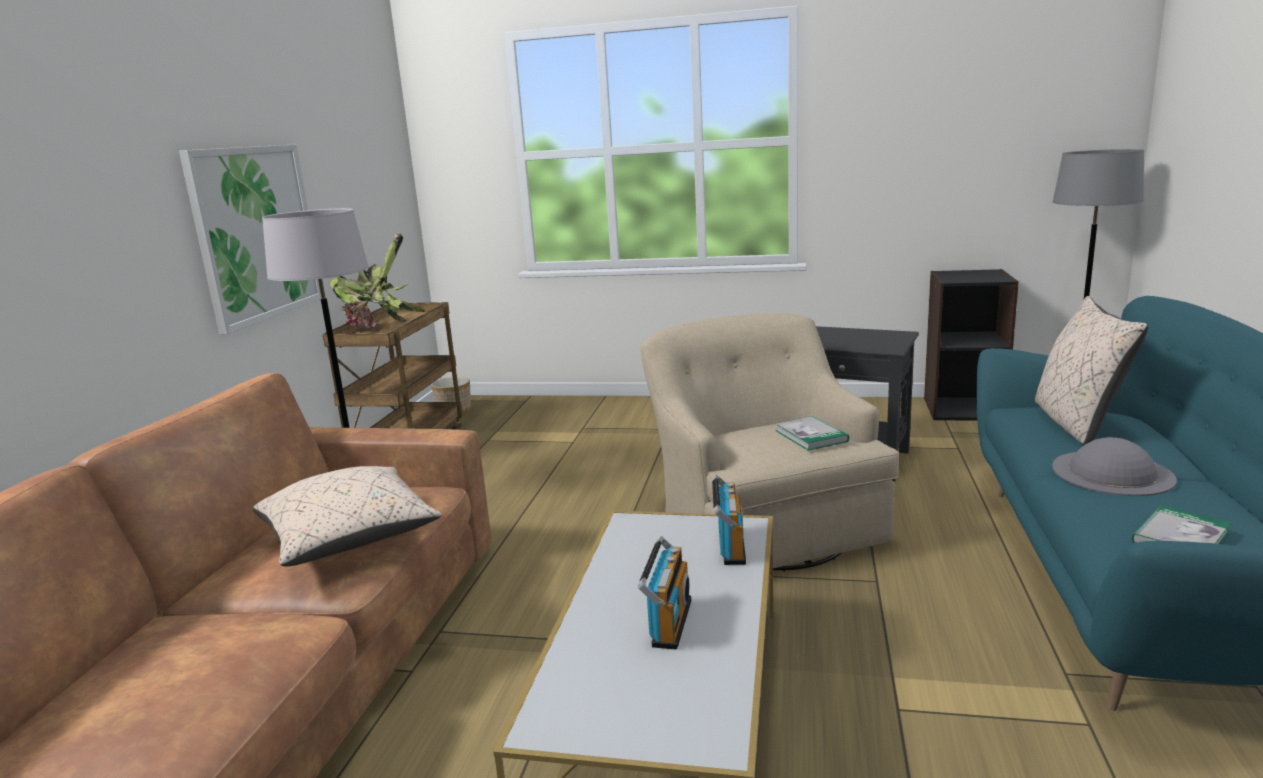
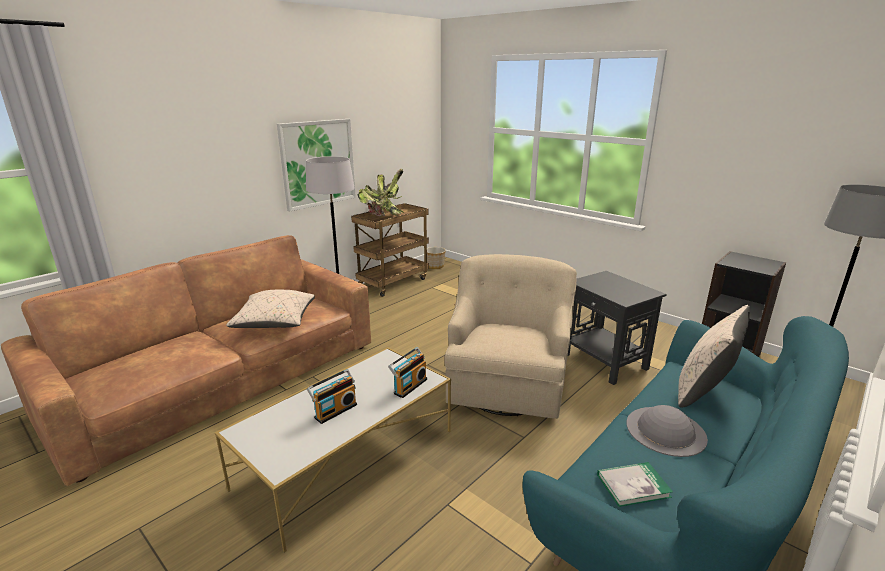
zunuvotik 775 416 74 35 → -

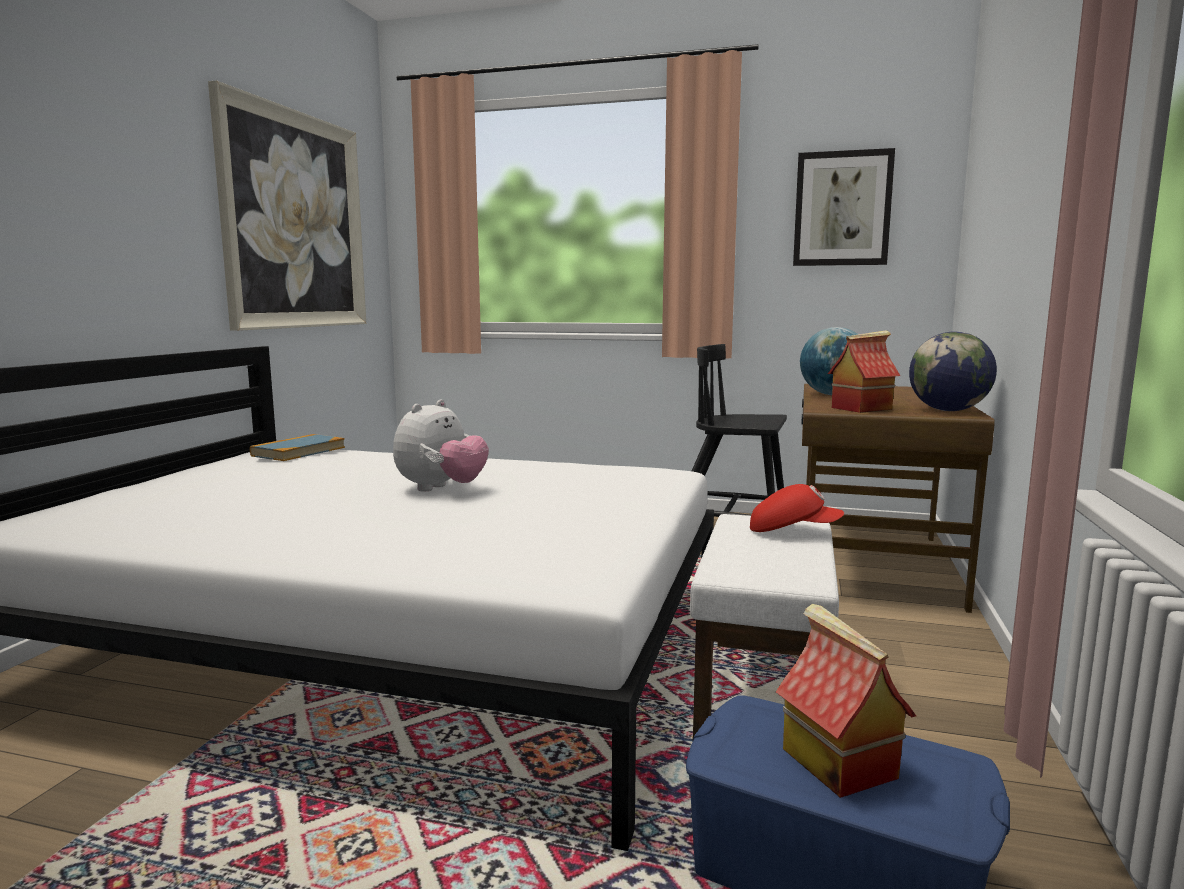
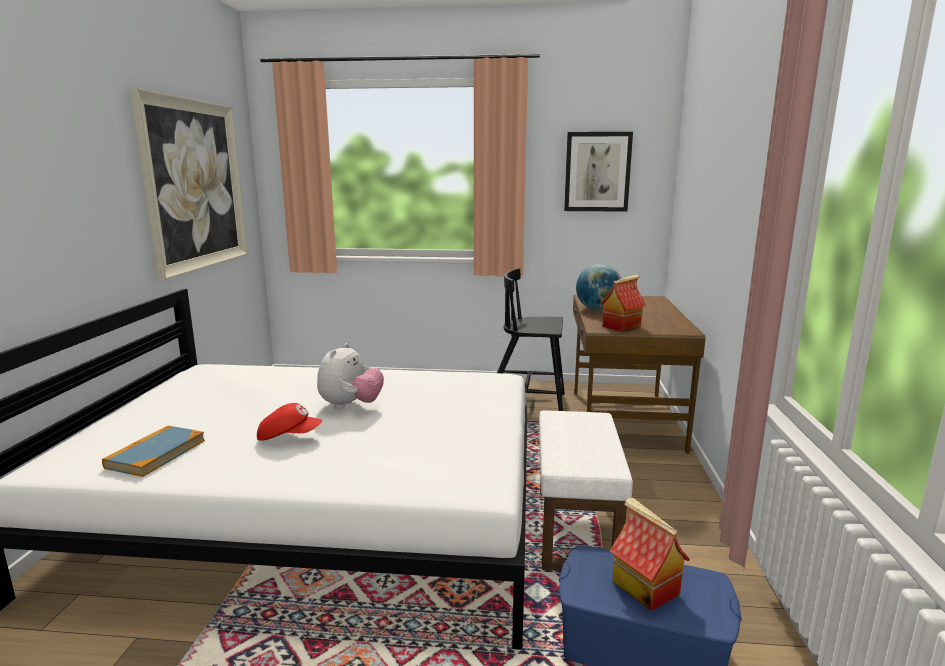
zunuvotik 250 434 95 27 → zunuvotik 102 426 103 51, move
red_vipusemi 750 484 94 48 → red_vipusemi 257 403 65 38, move
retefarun 909 331 88 80 → -

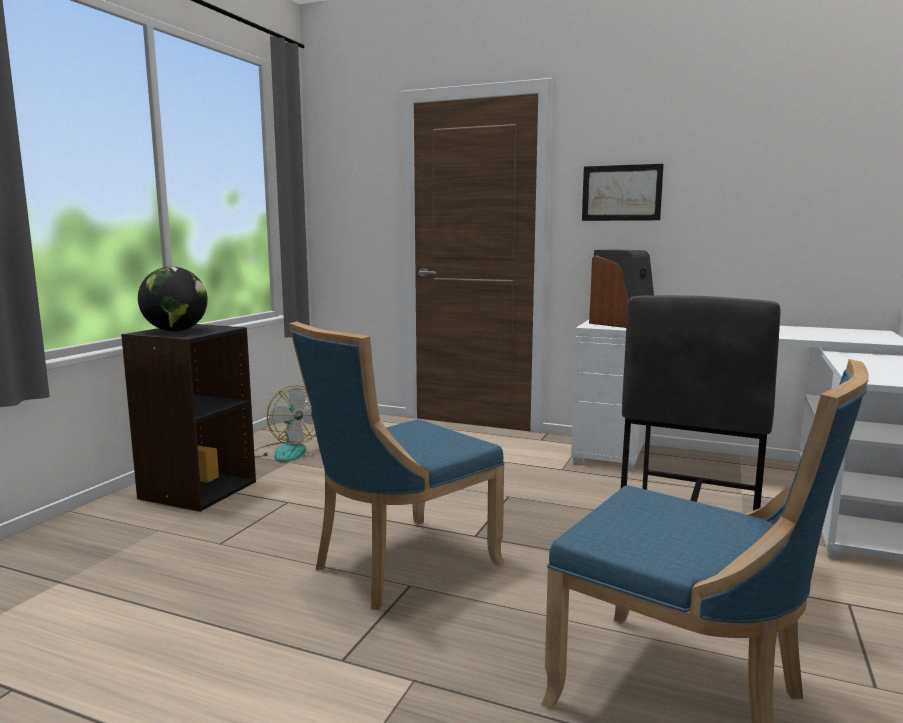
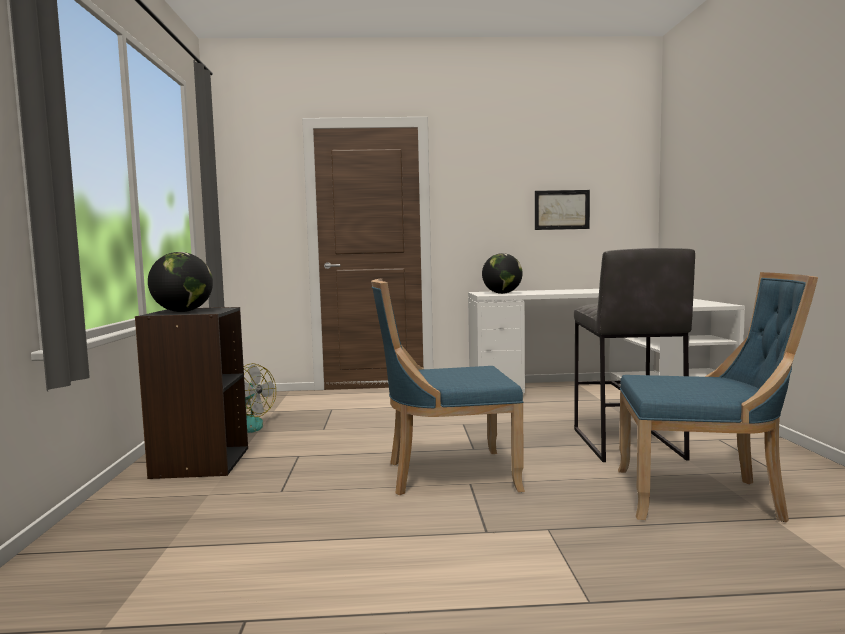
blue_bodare 289 322 216 288 → blue_bodare 371 278 154 217, 60 degrees clockwise
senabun 589 249 65 79 → retefarun 482 253 41 41
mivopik 582 164 82 57 → mivopik 535 190 55 40, move

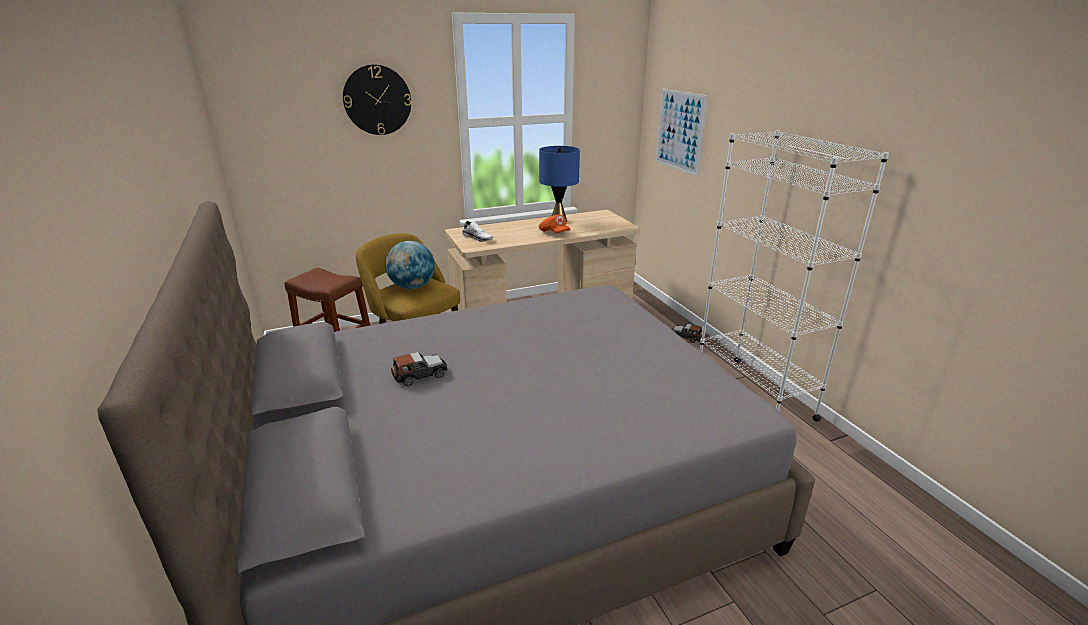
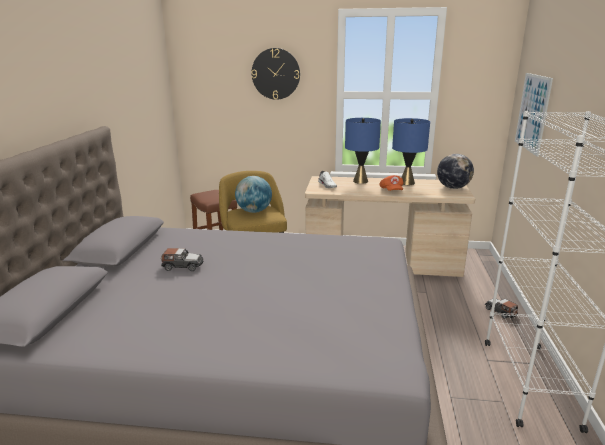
- → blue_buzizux 345 118 36 66
- → retefarun 437 154 37 35

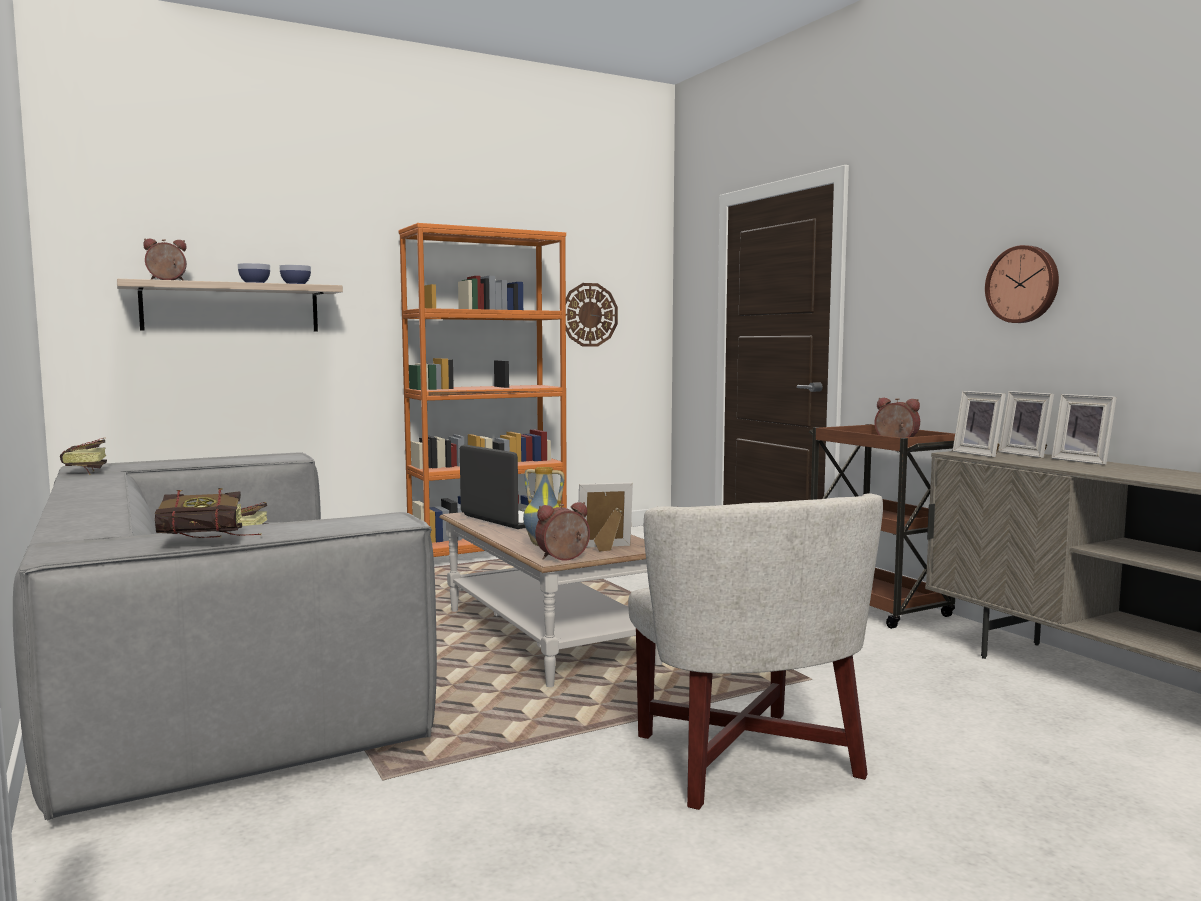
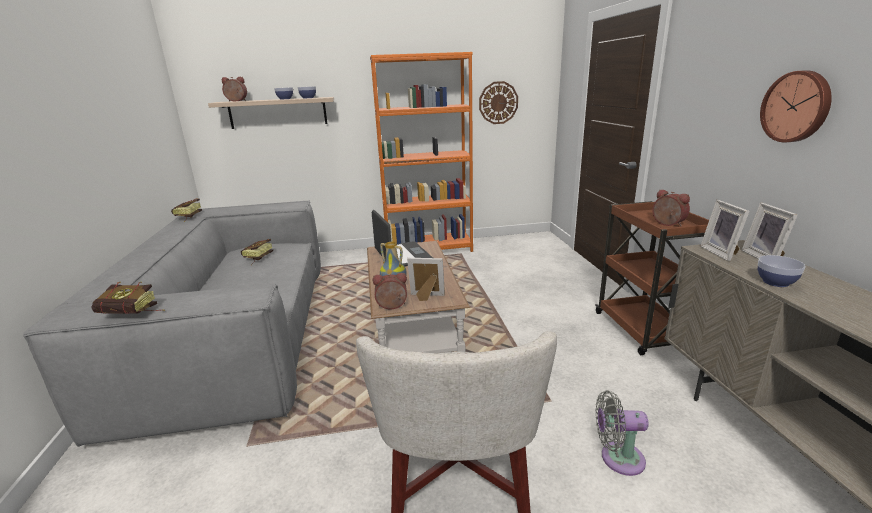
- → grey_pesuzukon 596 390 53 86
- → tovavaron 758 255 47 32
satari 1051 394 66 71 → -

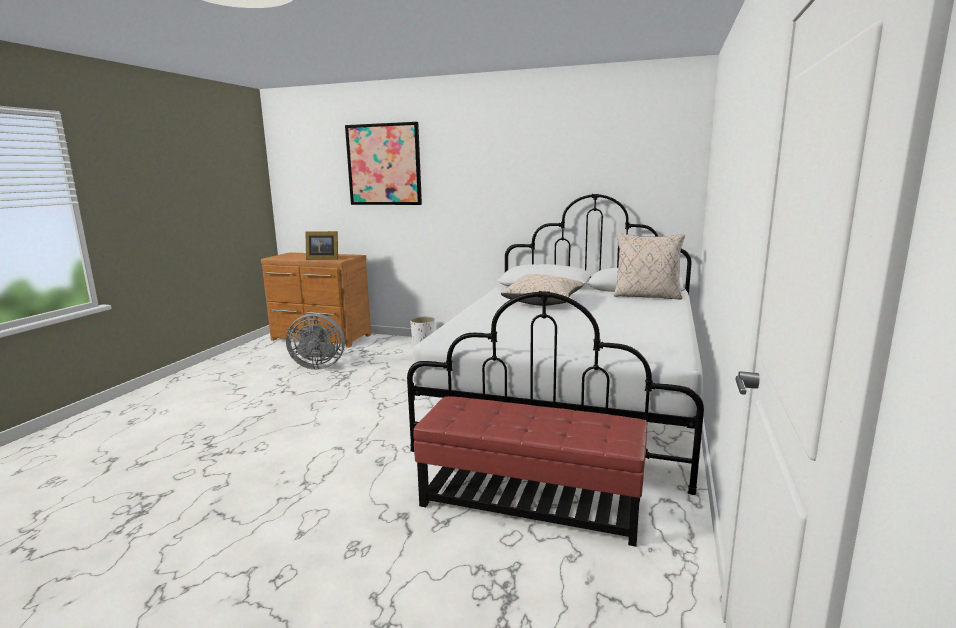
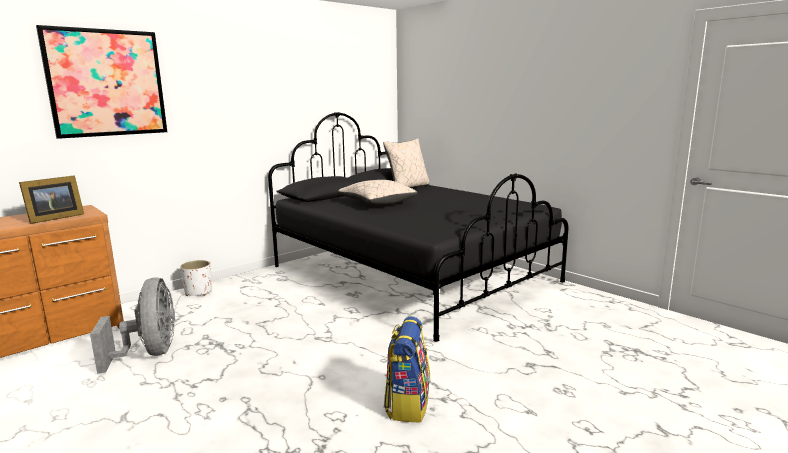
grey_pesuzukon 286 313 59 57 → grey_pesuzukon 90 278 85 96, 45 degrees counterclockwise
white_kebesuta 407 194 297 301 → black_kebesuta 268 112 301 230
- → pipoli 384 316 46 107
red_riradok 413 396 234 151 → -

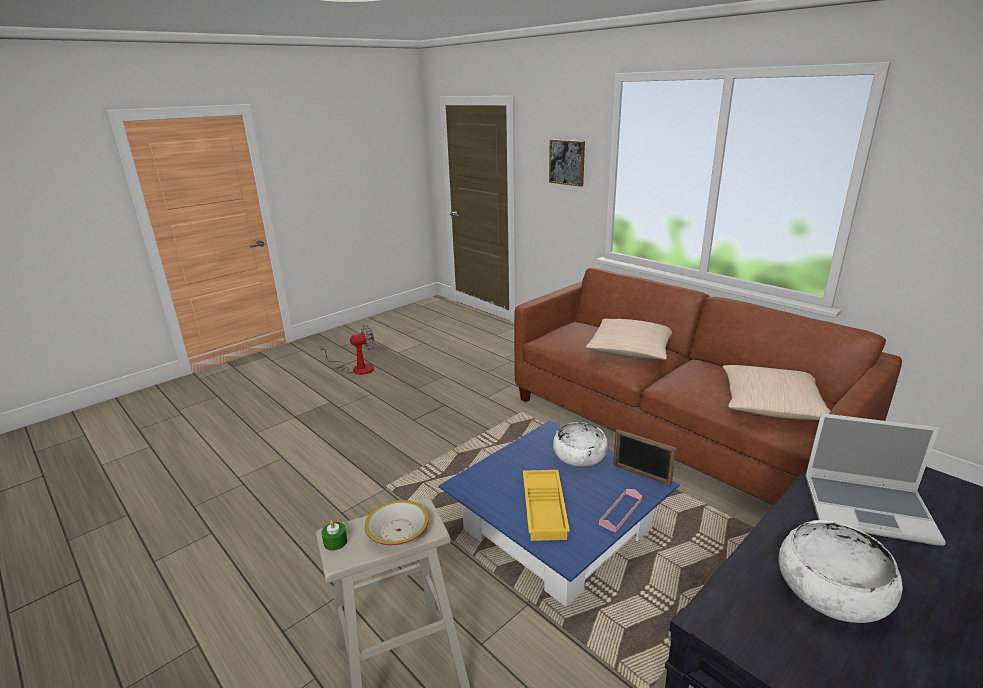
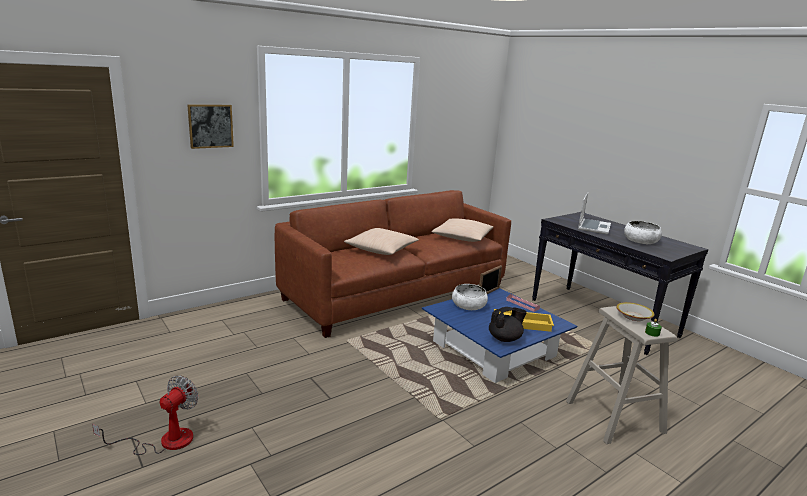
pesuzukon 320 325 55 50 → pesuzukon 92 376 107 79, 45 degrees clockwise
- → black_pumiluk 489 307 38 35

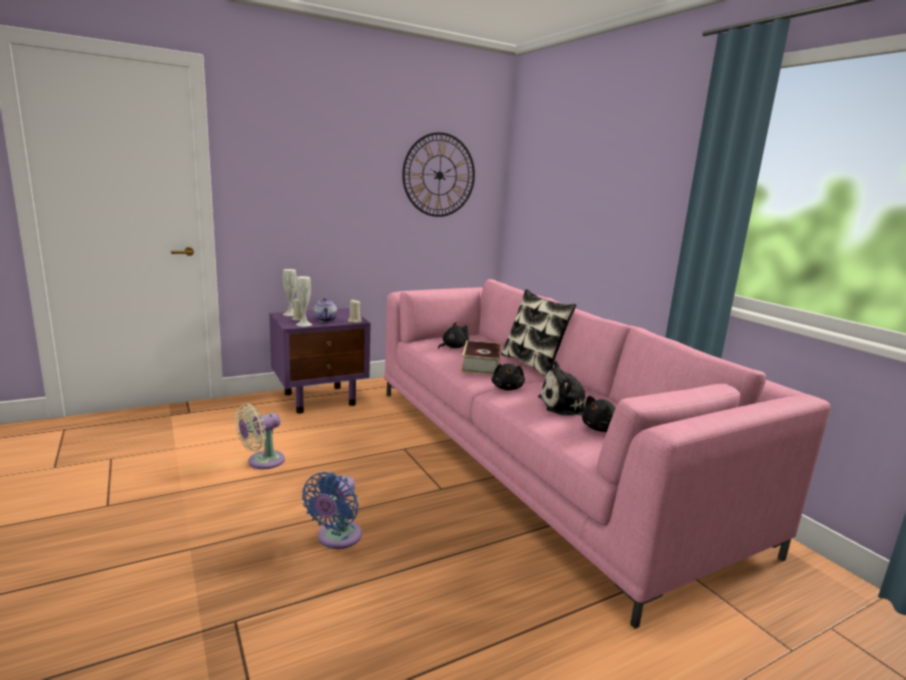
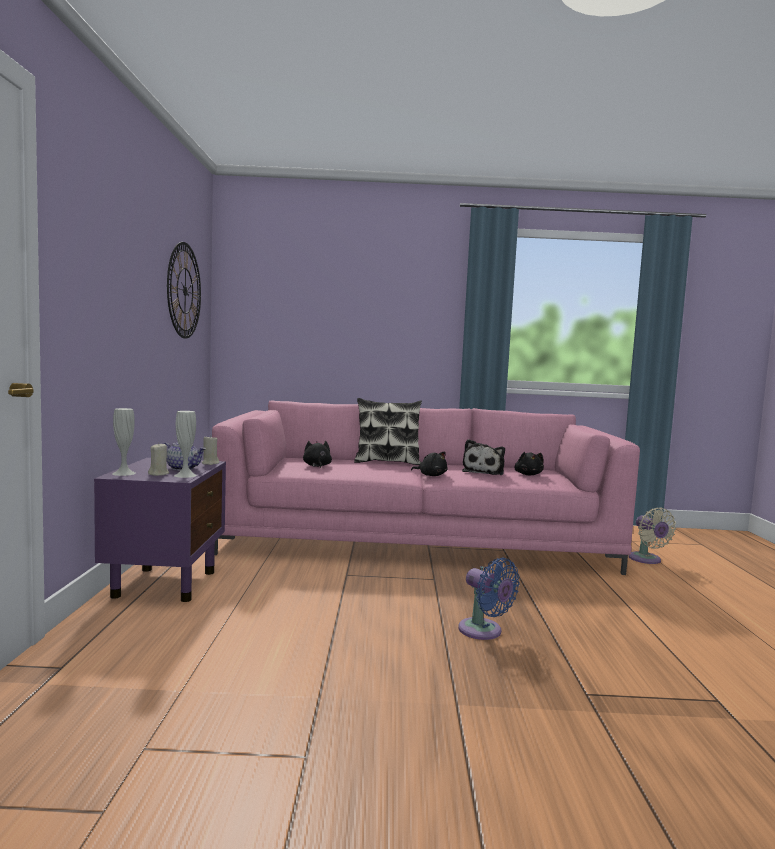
beige_pesuzukon 235 403 50 66 → beige_pesuzukon 628 507 48 57, move
zunuvotik 461 340 39 35 → -

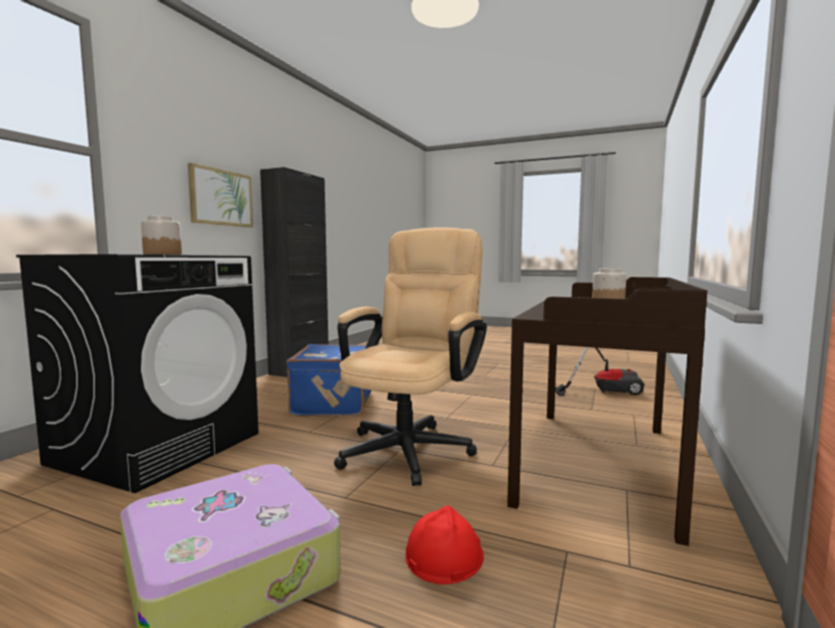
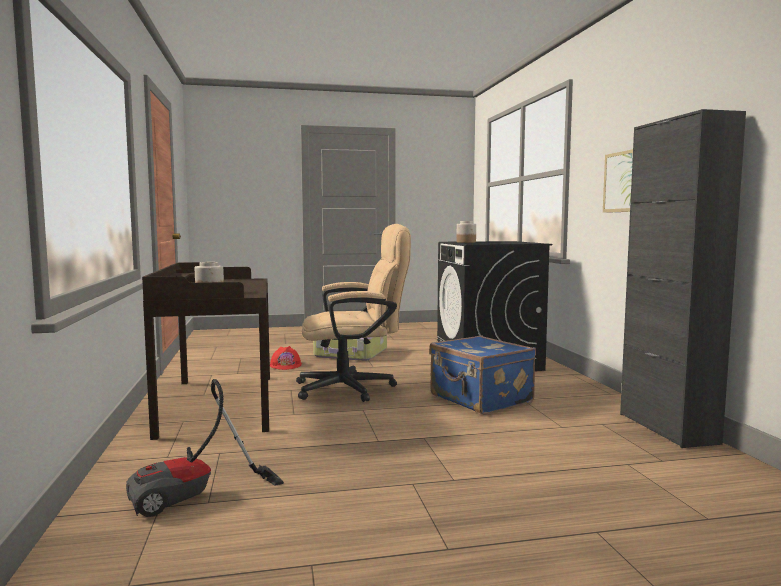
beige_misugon 334 227 153 259 → beige_misugon 296 224 115 178, 90 degrees counterclockwise

